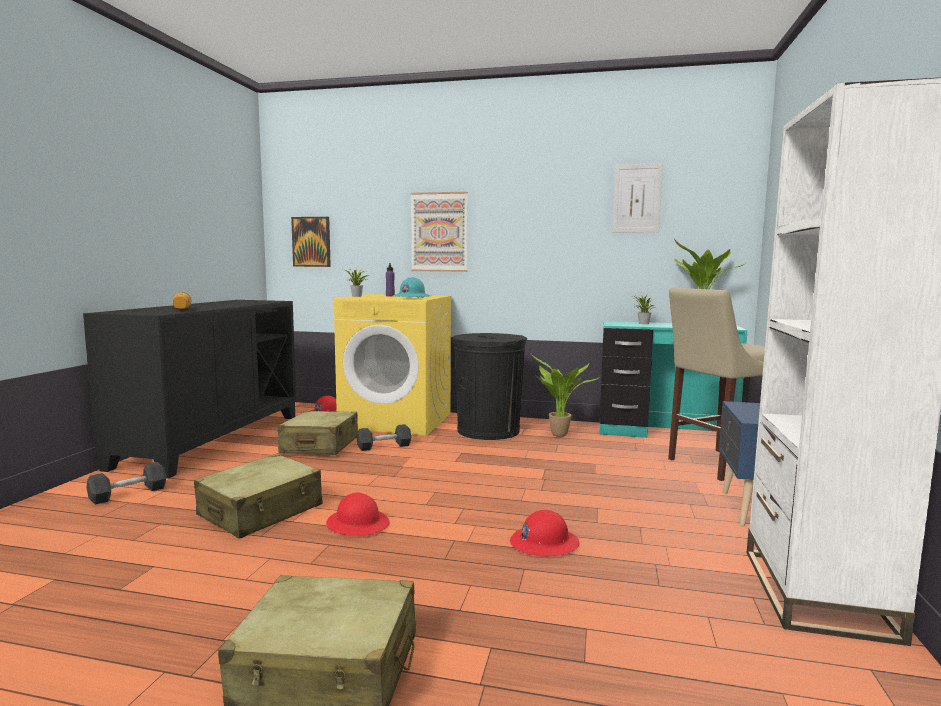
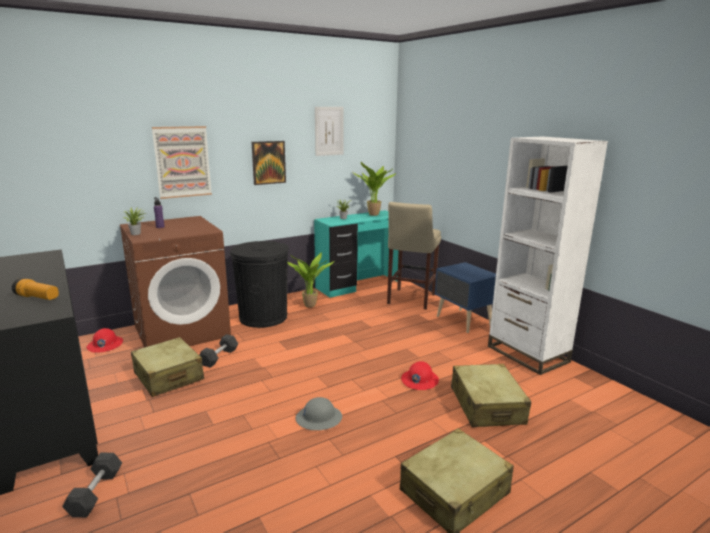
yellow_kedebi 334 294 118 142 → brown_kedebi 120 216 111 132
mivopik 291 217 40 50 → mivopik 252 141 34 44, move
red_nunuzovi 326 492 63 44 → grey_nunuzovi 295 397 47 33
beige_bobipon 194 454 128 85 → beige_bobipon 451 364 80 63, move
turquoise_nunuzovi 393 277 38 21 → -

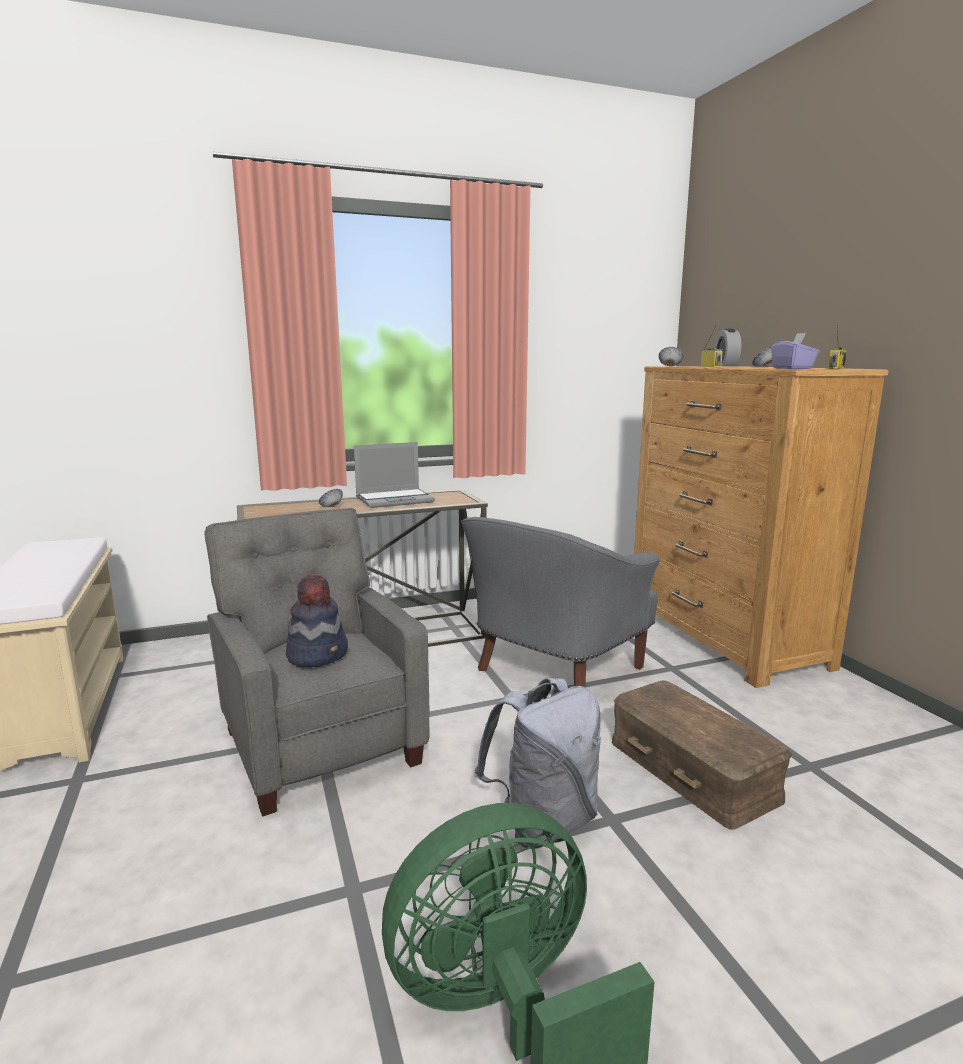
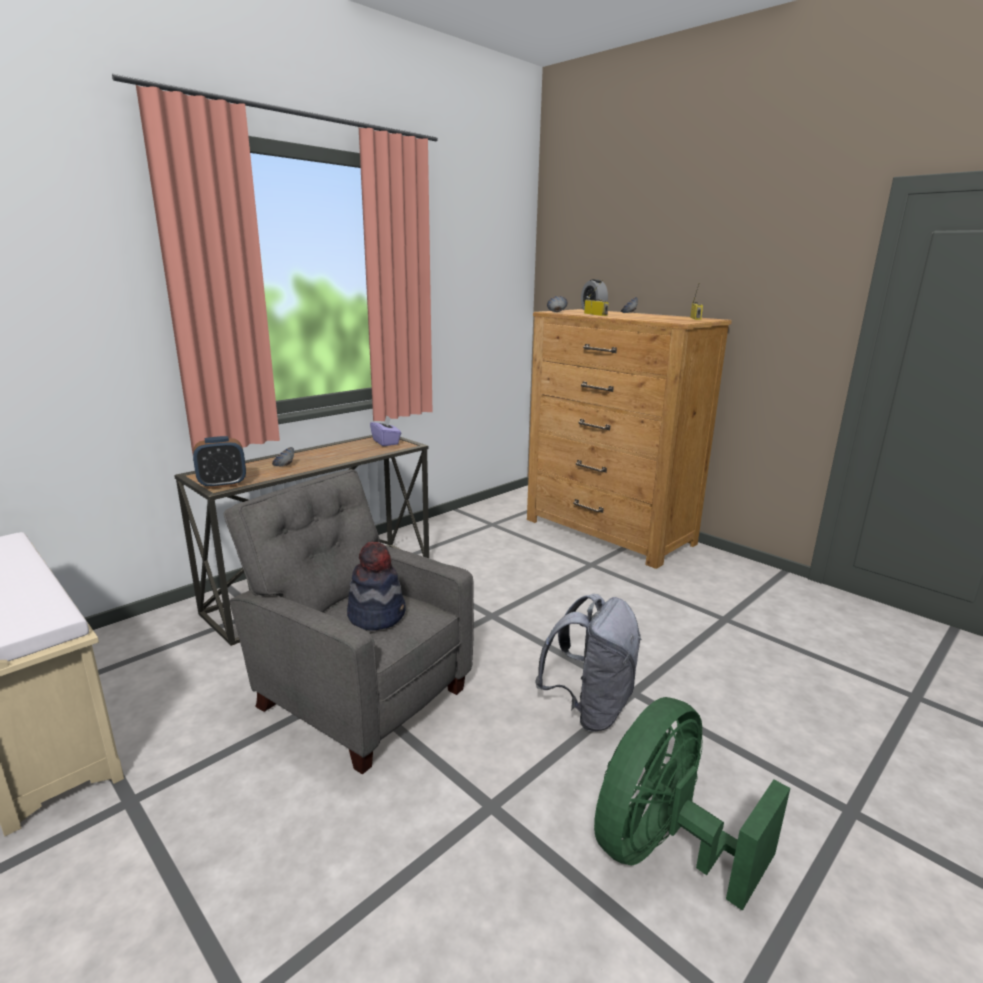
- → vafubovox 193 436 53 53
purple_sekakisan 771 333 49 36 → purple_sekakisan 370 415 31 31, move
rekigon 354 442 81 66 → -
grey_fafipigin 461 517 199 170 → -
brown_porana 612 681 180 149 → -

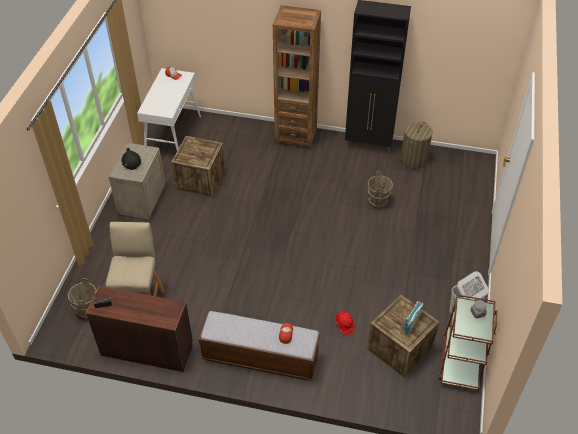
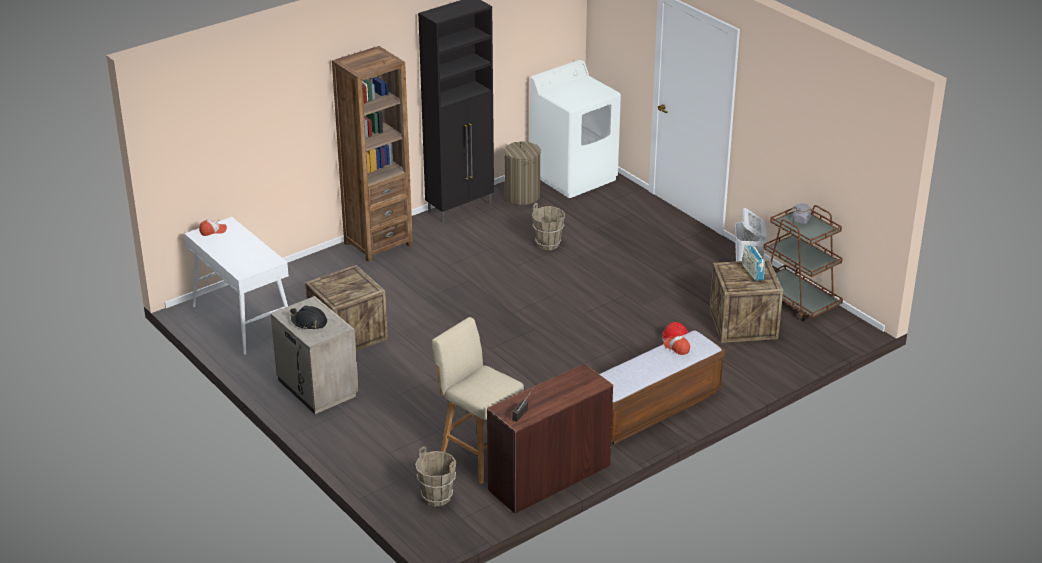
- → white_kedebi 529 60 92 138

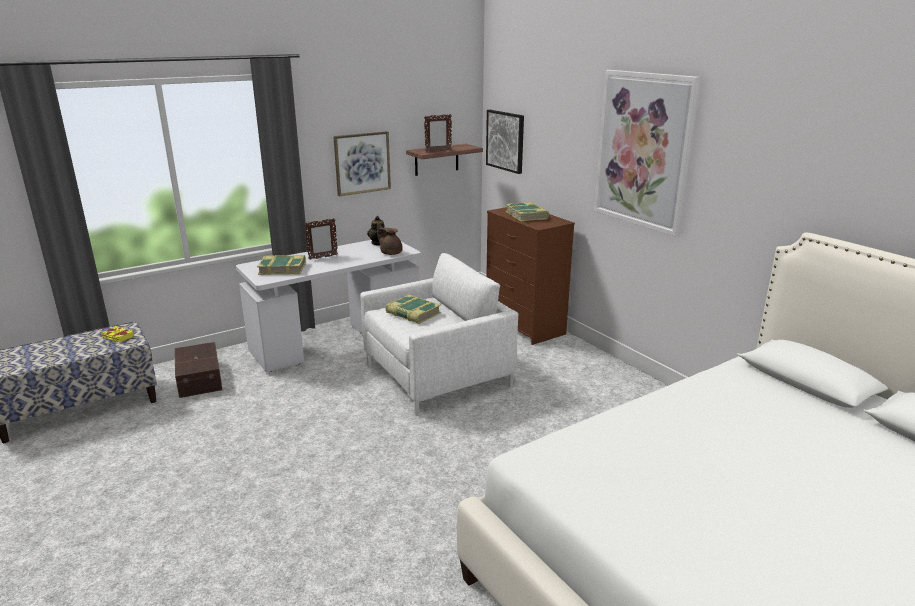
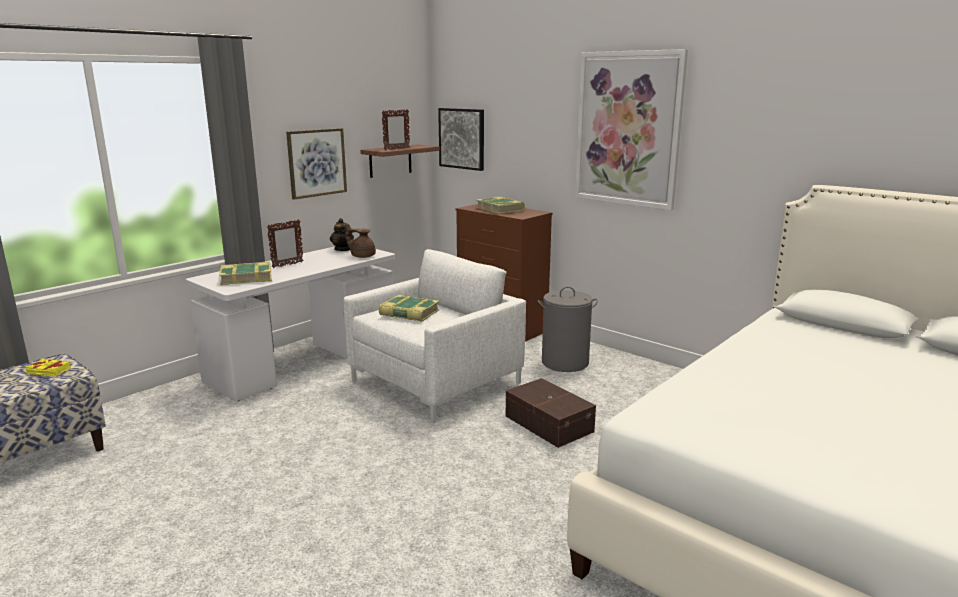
brown_porana 174 342 49 56 → brown_porana 506 378 90 70, move
- → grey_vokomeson 538 287 60 85

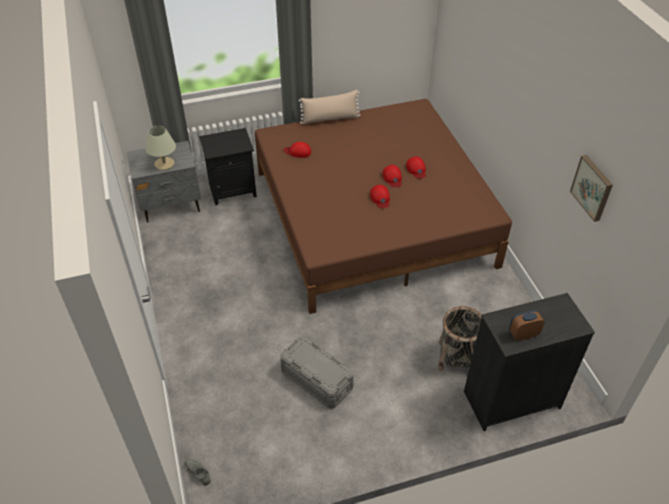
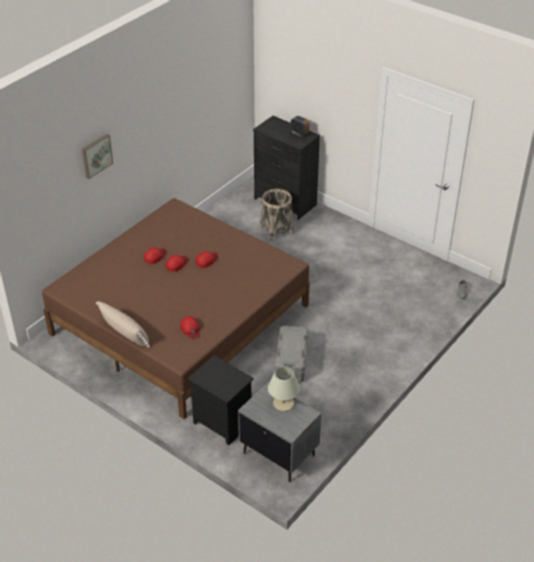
mivopik 570 155 43 67 → mivopik 82 134 31 45, move
grey_porana 280 336 74 73 → grey_porana 275 325 33 58, move

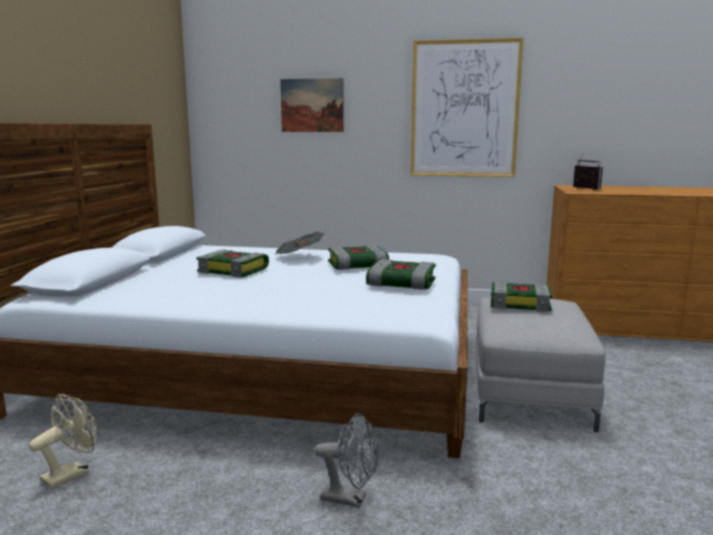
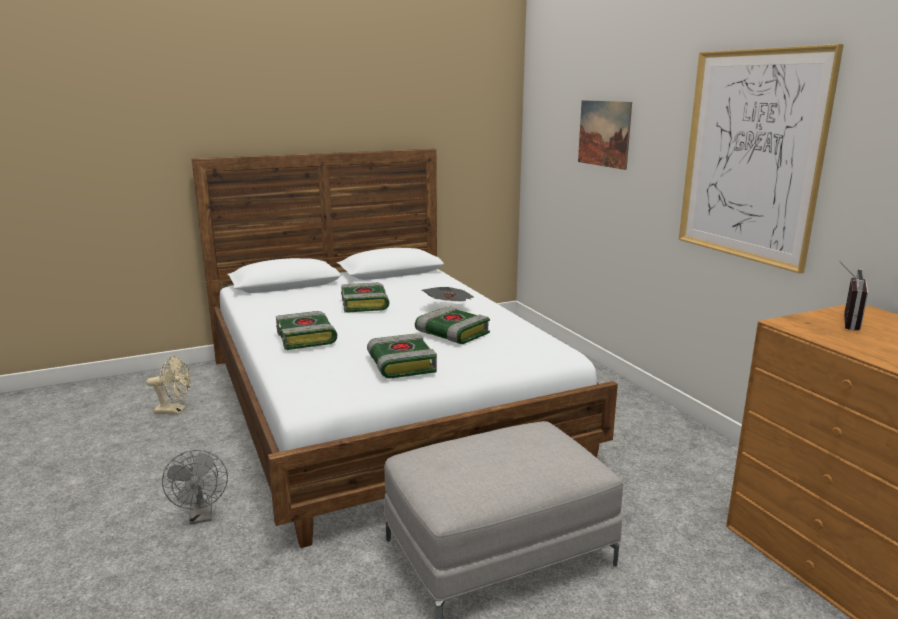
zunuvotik 491 282 62 30 → zunuvotik 276 311 61 39, move

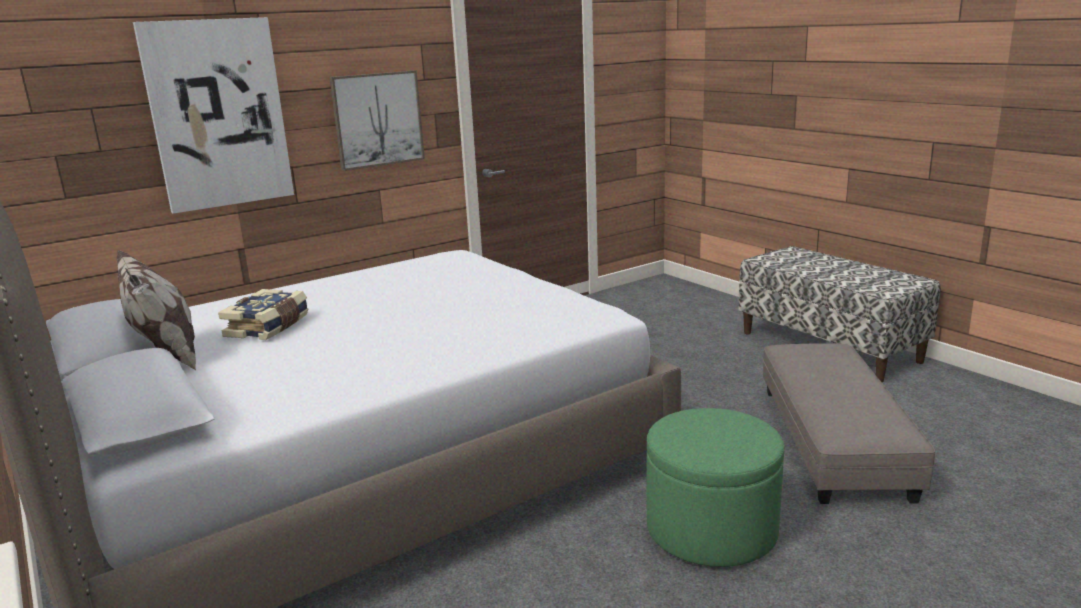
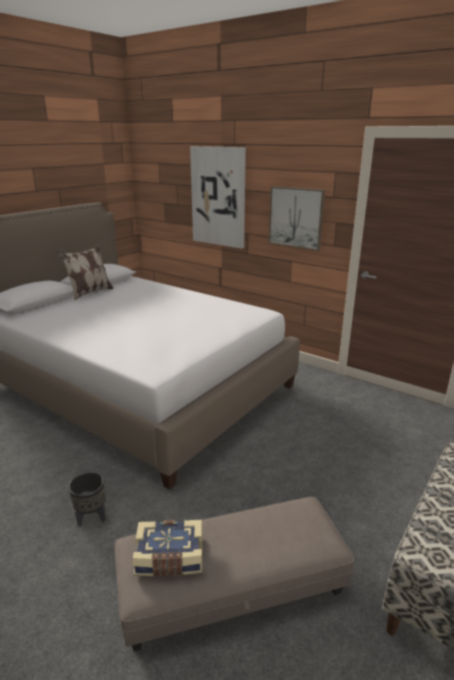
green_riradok 647 408 137 159 → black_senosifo 69 472 37 55
zunuvotik 218 289 91 51 → zunuvotik 133 520 69 56, move

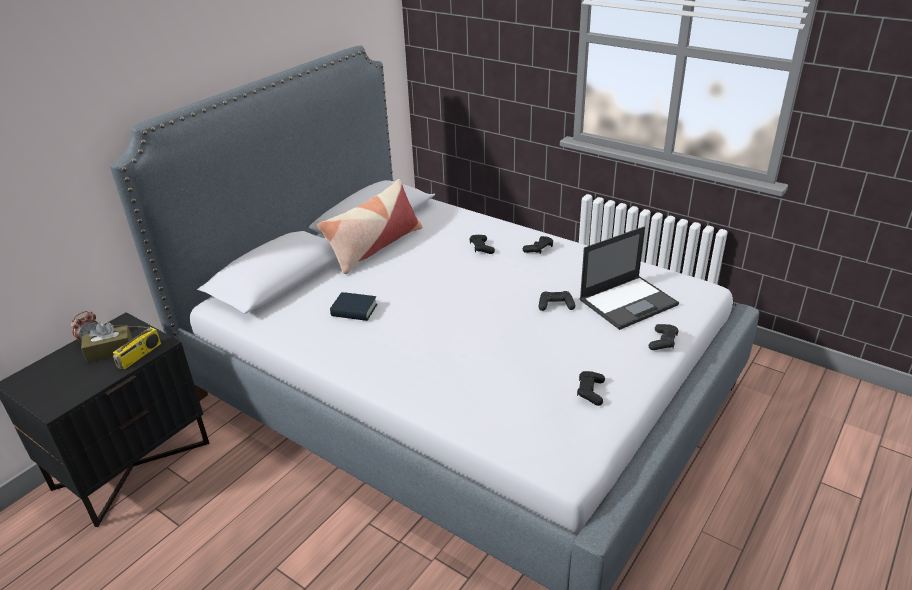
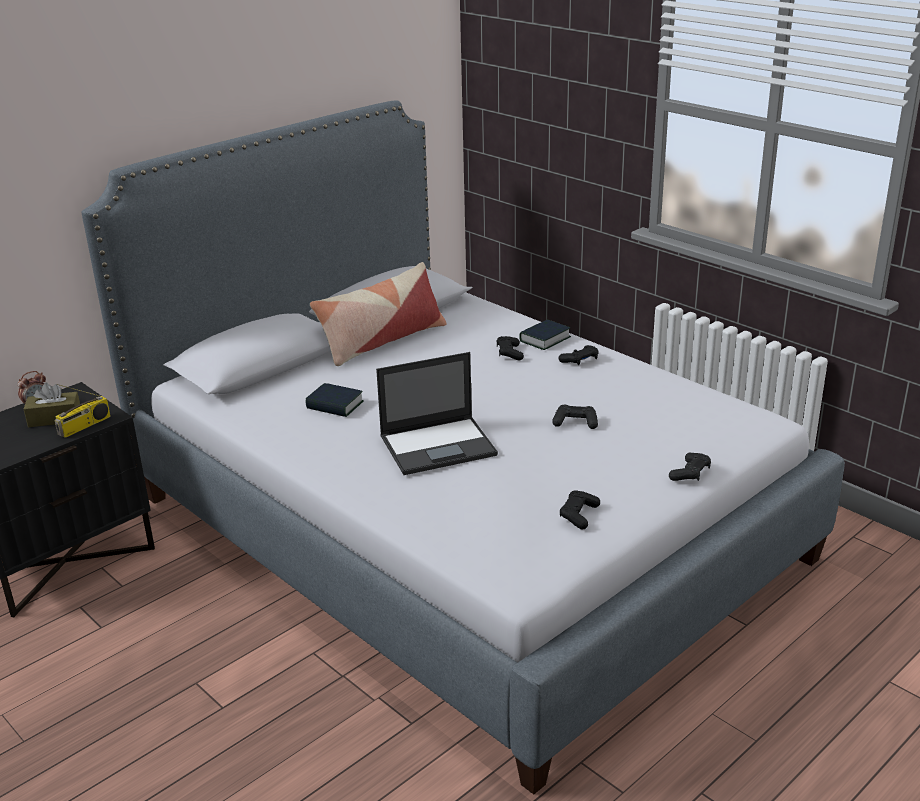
rekigon 579 226 100 104 → rekigon 376 352 122 123, move
- → zunuvotik 519 319 52 31

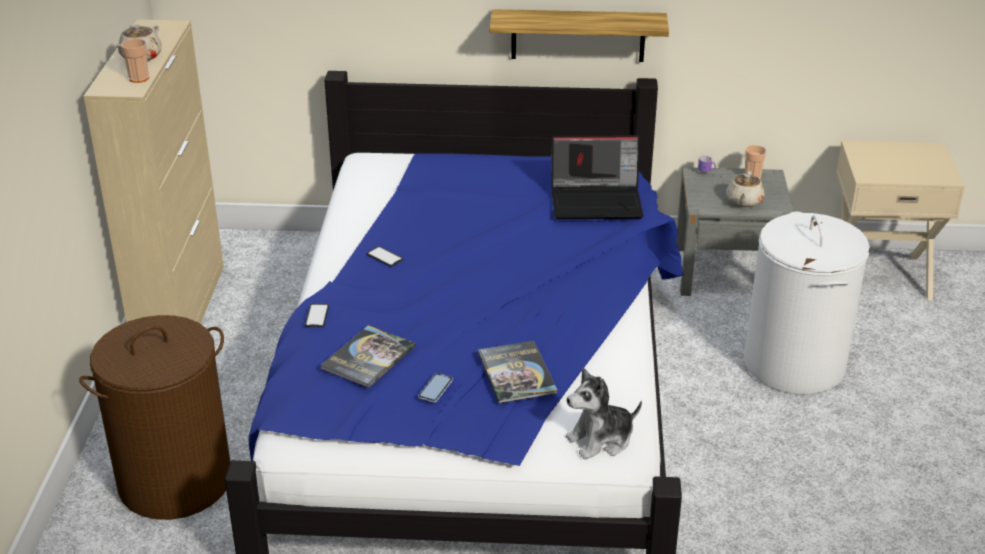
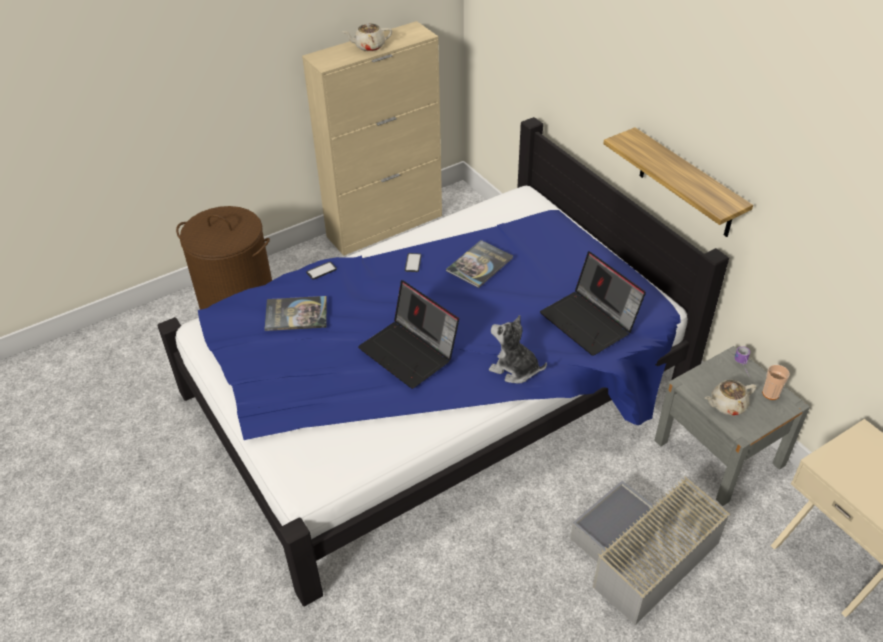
- → rekigon 358 280 101 109
zunuvotik 478 340 80 63 → zunuvotik 446 240 67 48, move
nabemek 566 368 76 91 → nabemek 489 315 58 69, move
white_vokomeson 744 212 126 183 → grey_porana 570 476 160 149
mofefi 121 39 28 44 → -
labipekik 418 373 35 30 → -

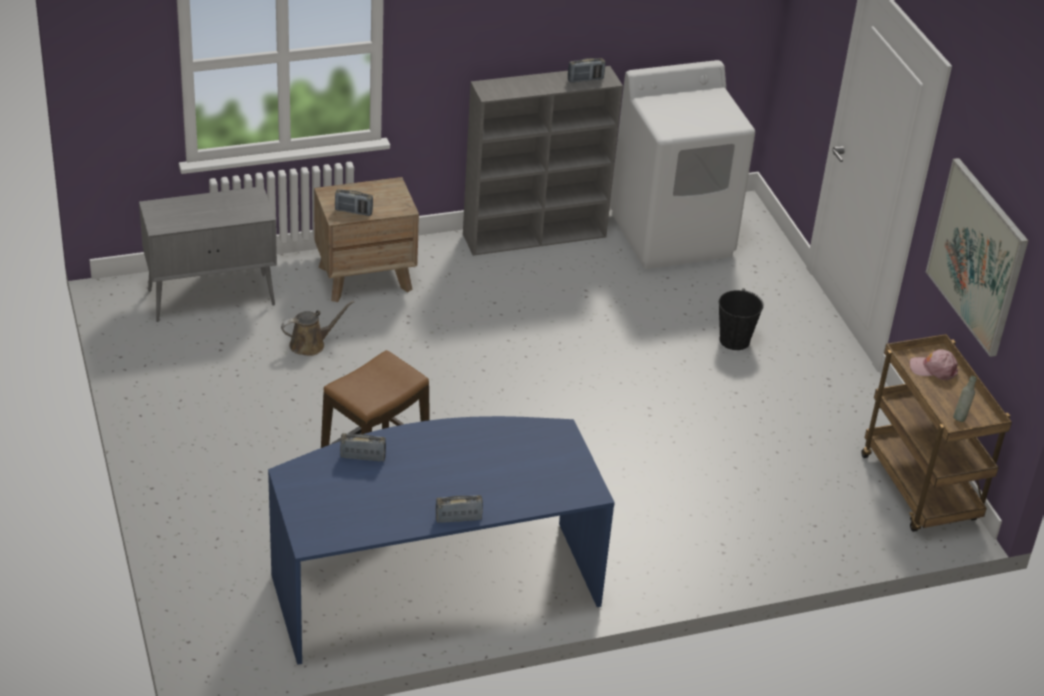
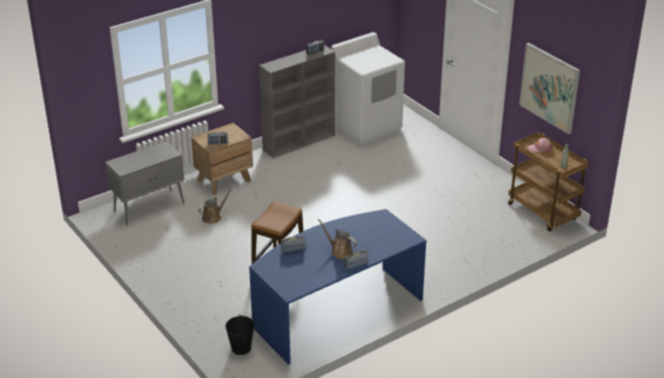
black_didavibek 719 288 45 62 → black_didavibek 225 315 30 40, move
- → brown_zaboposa 318 219 39 40

